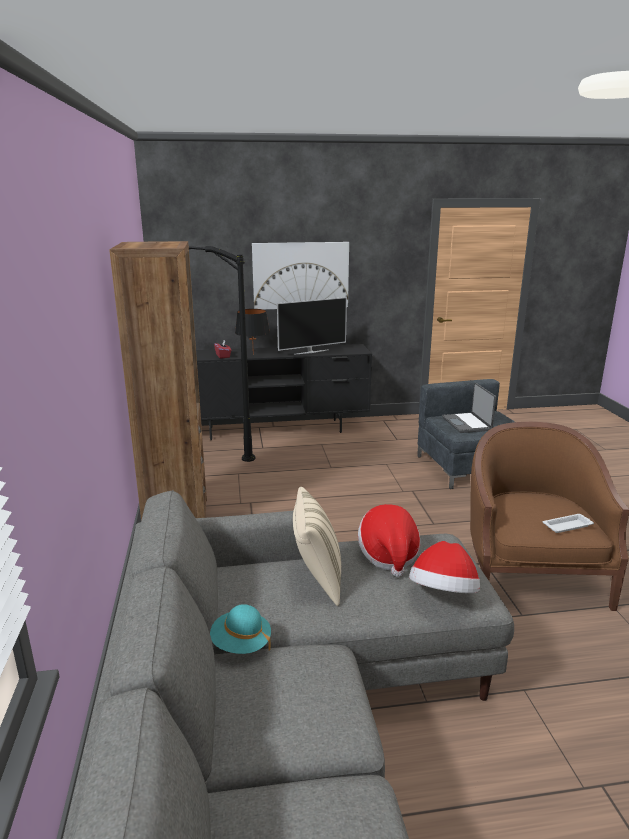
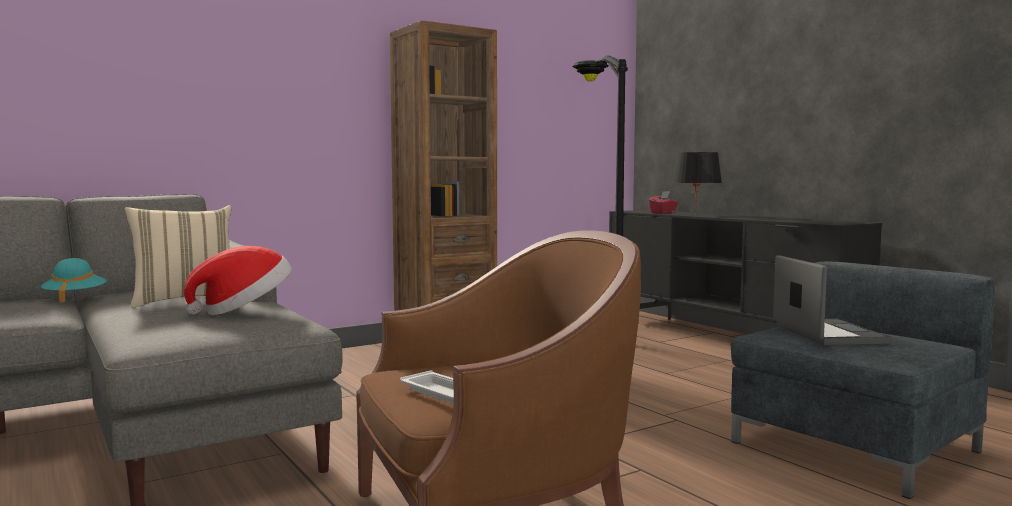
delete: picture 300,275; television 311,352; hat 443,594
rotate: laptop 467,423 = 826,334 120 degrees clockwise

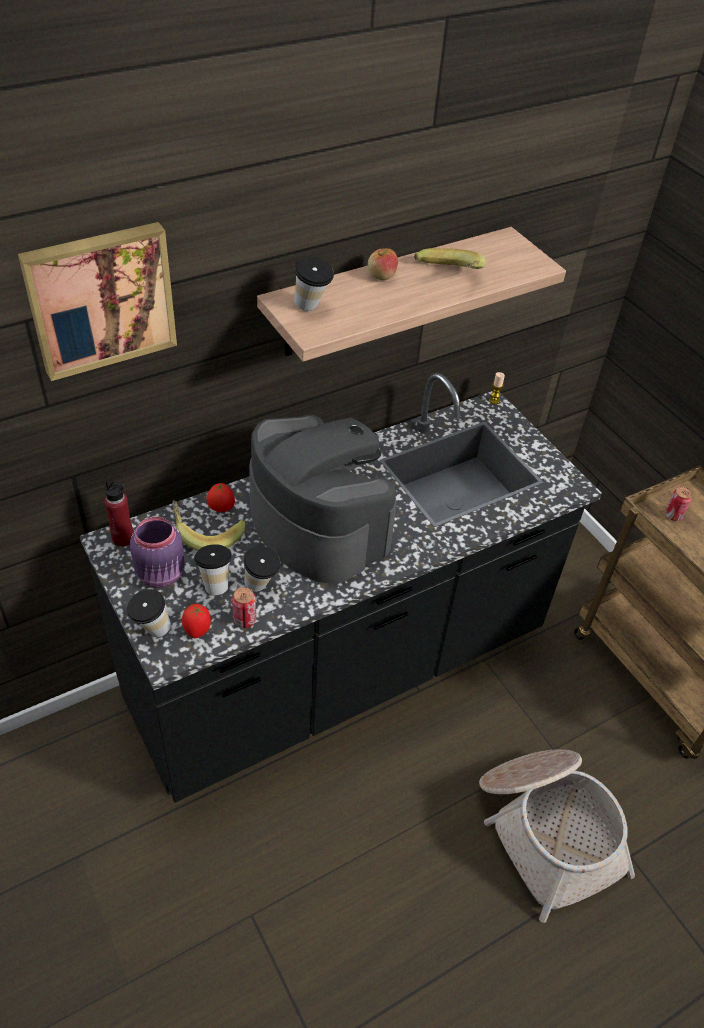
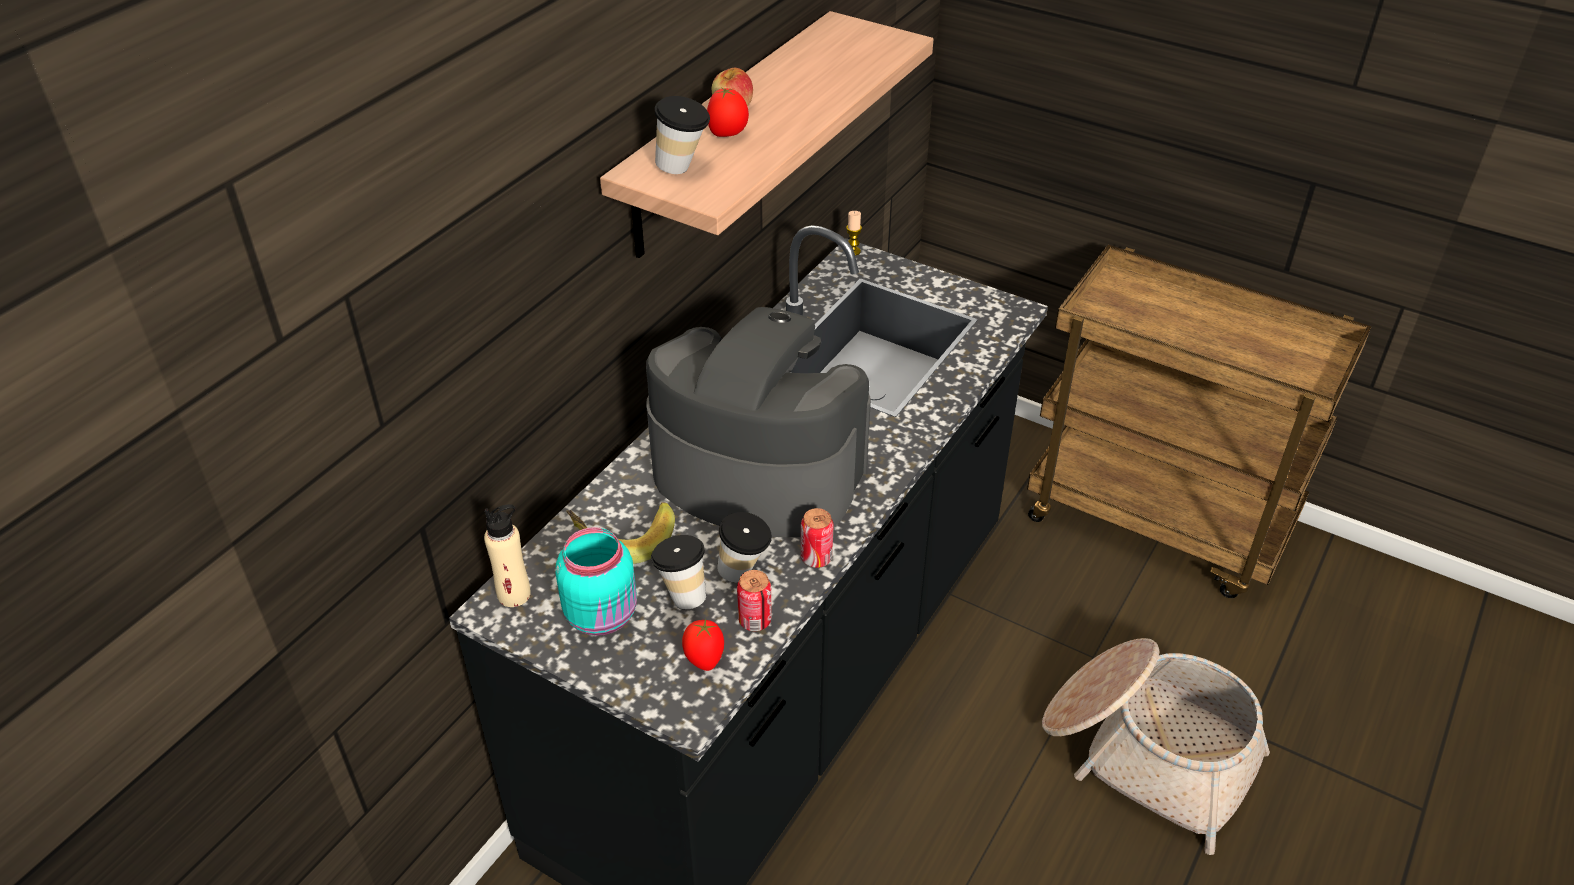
delete: picture 100,298; cup 151,631; banana 447,277
move: tomato 221,509 to 728,134; can 673,515 to 816,558
recolor: red bottle 123,538 to beige bottle 514,594; purple jar 162,575 to turquoise jar 603,615

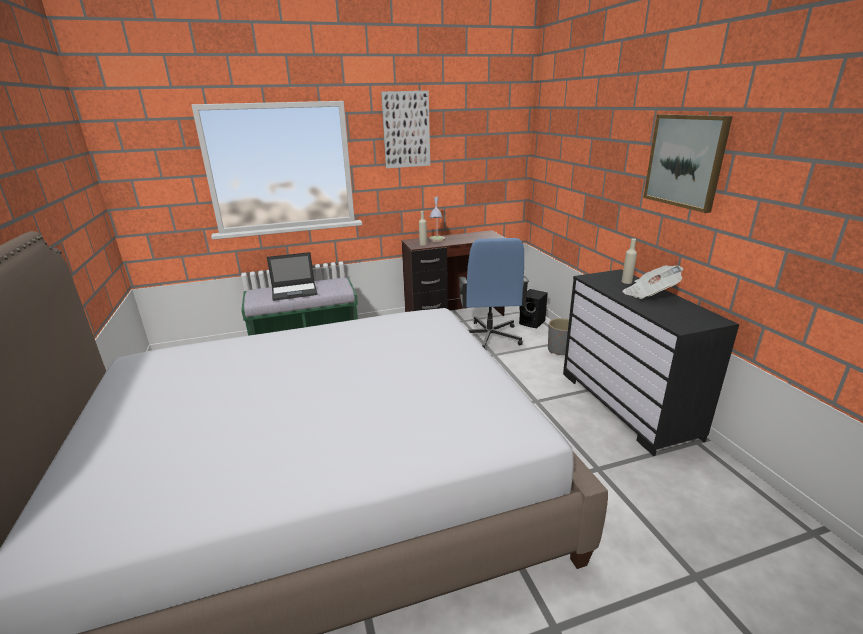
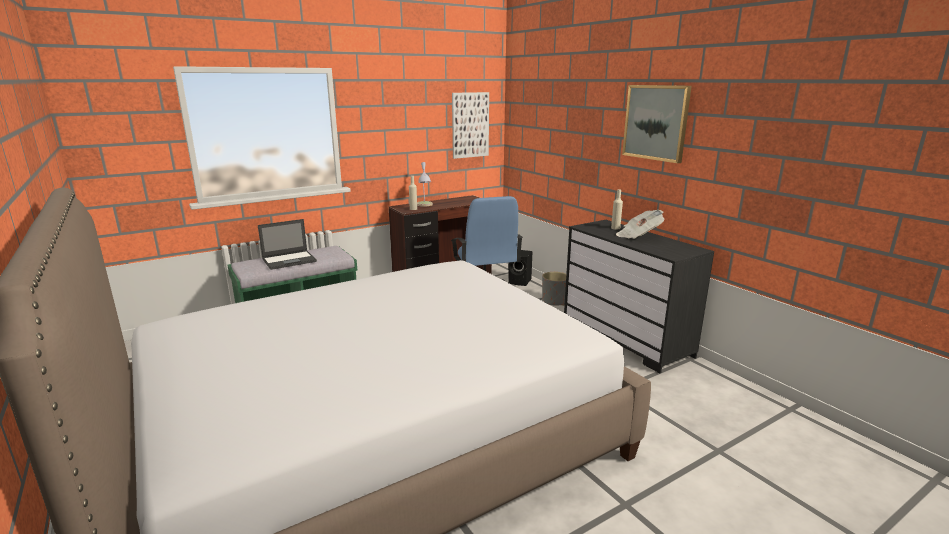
move: picture 406,130 to 470,125

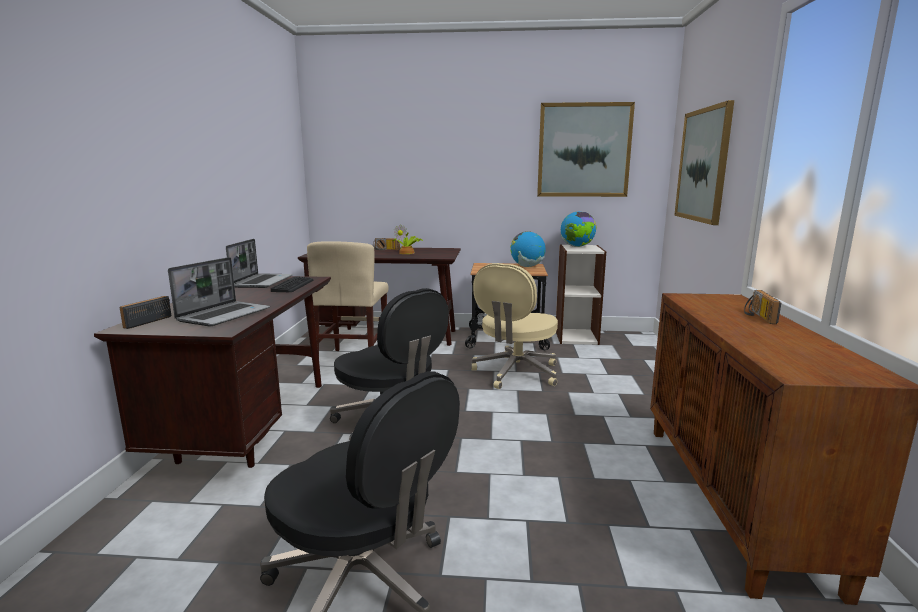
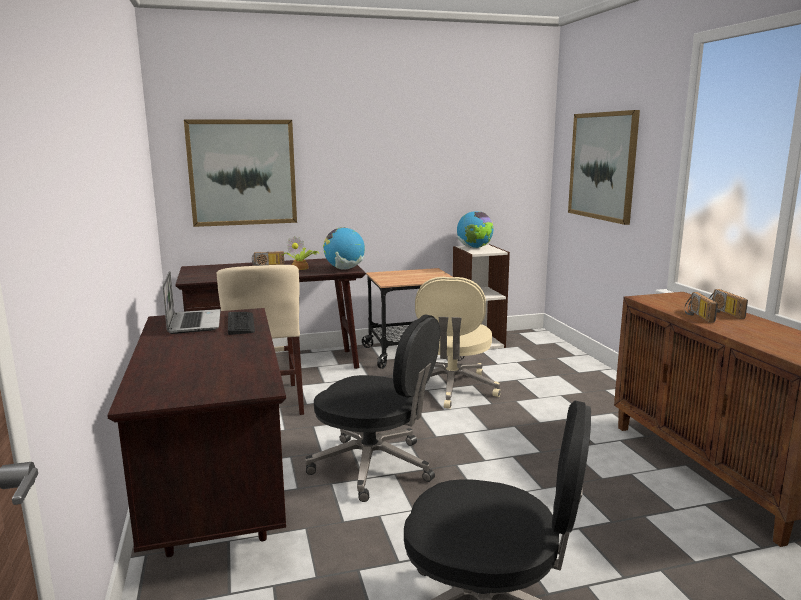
delete: laptop 224,315
move: picture 584,150 to 242,172; globe 527,266 to 344,269; radio 146,321 to 697,316

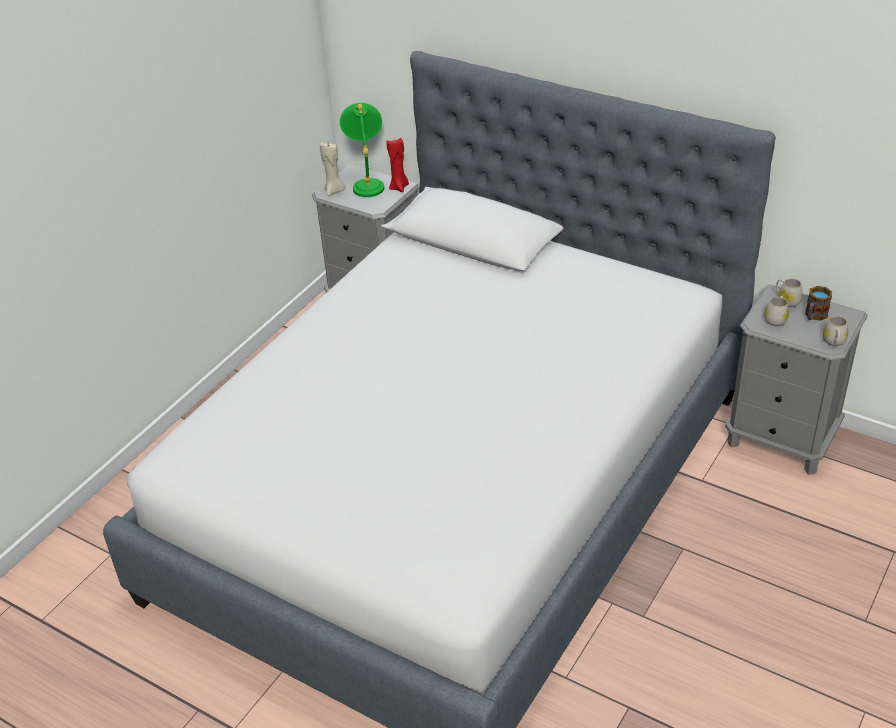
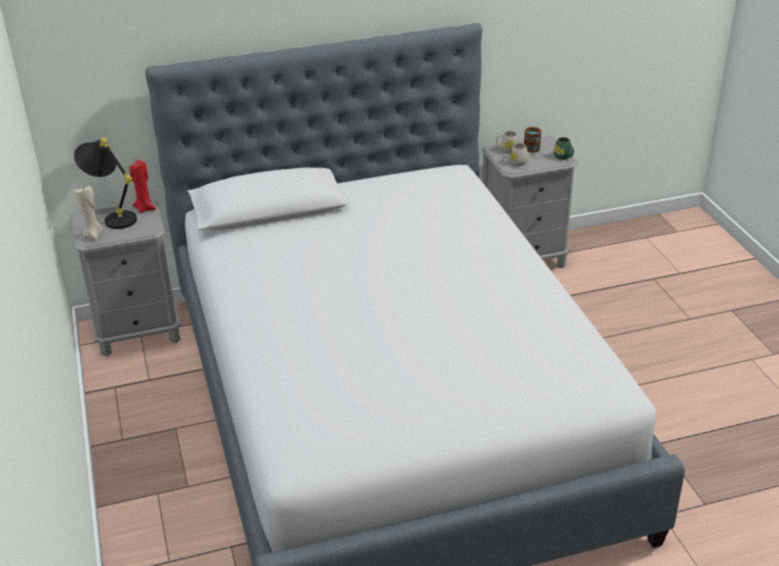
recolor: green table lamp 368,182 to black table lamp 112,217; white mug 834,342 to green mug 564,157

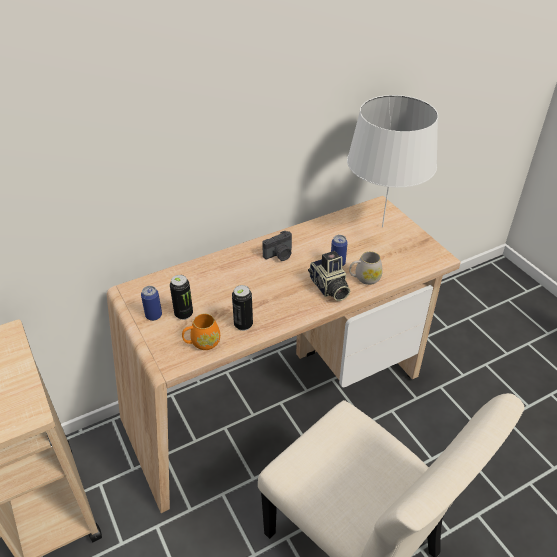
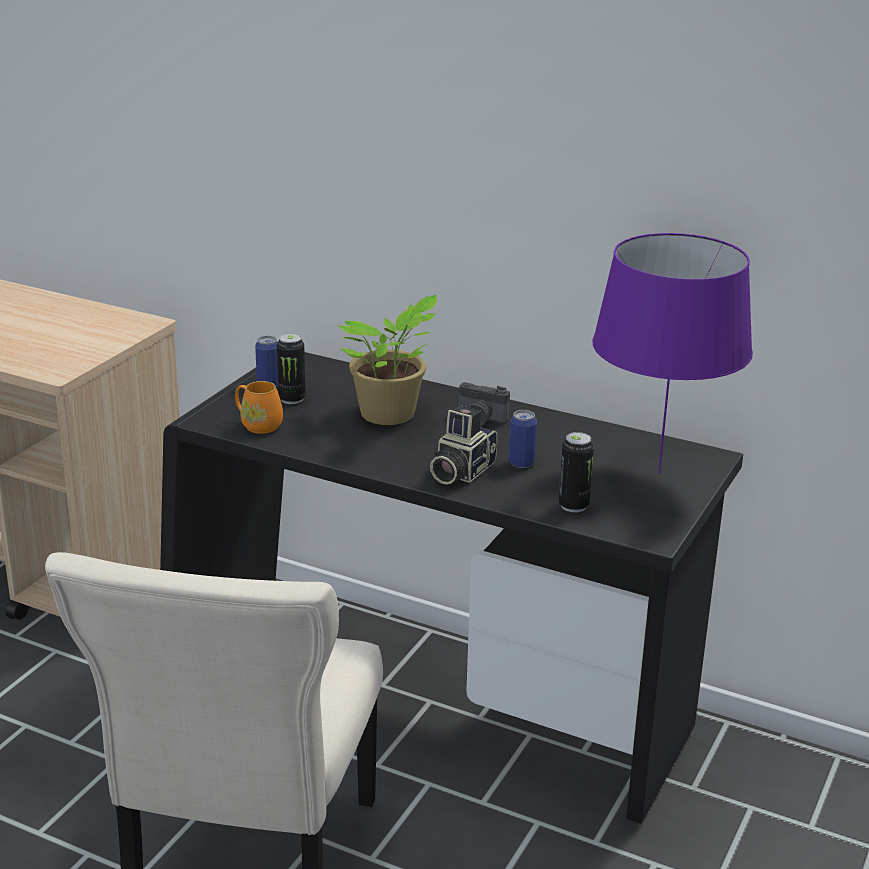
delete: white mug 364,278
insert: potted plant 390,415
move: can 243,325 to 573,506
recolor: beige desk 278,402 to black desk 429,698; white table lamp 382,226 to purple table lamp 658,472

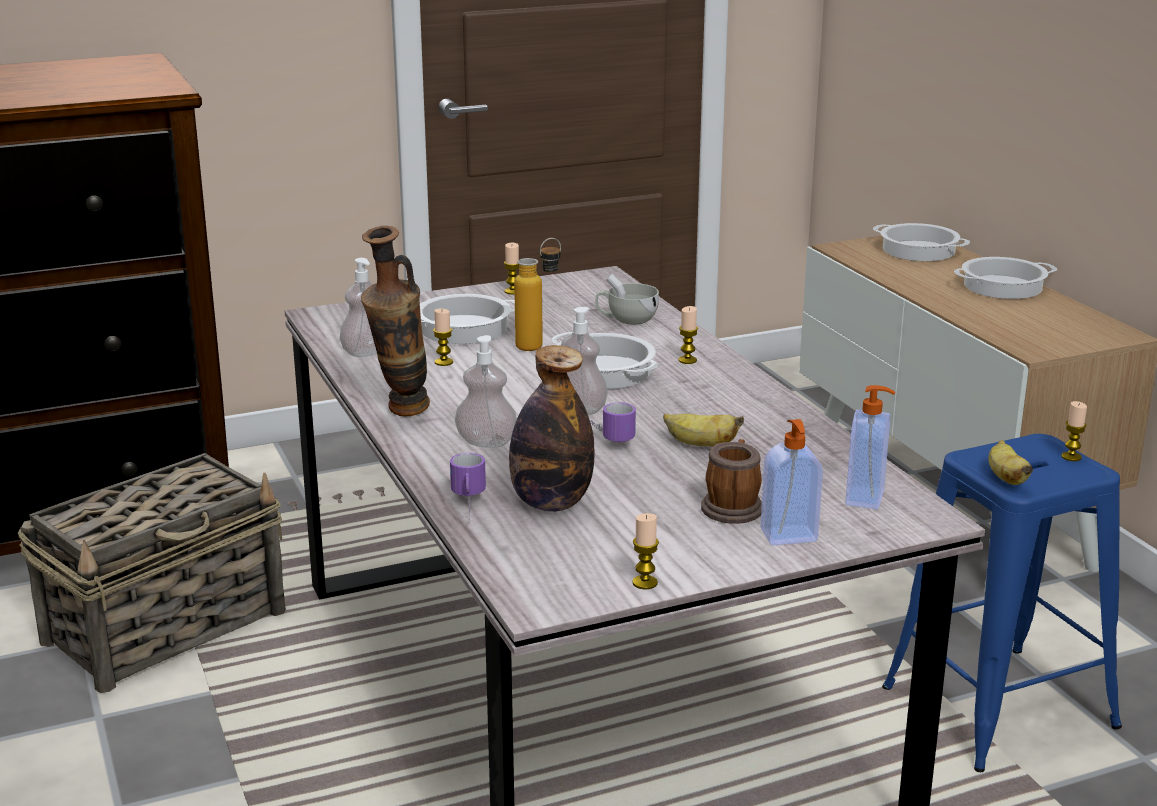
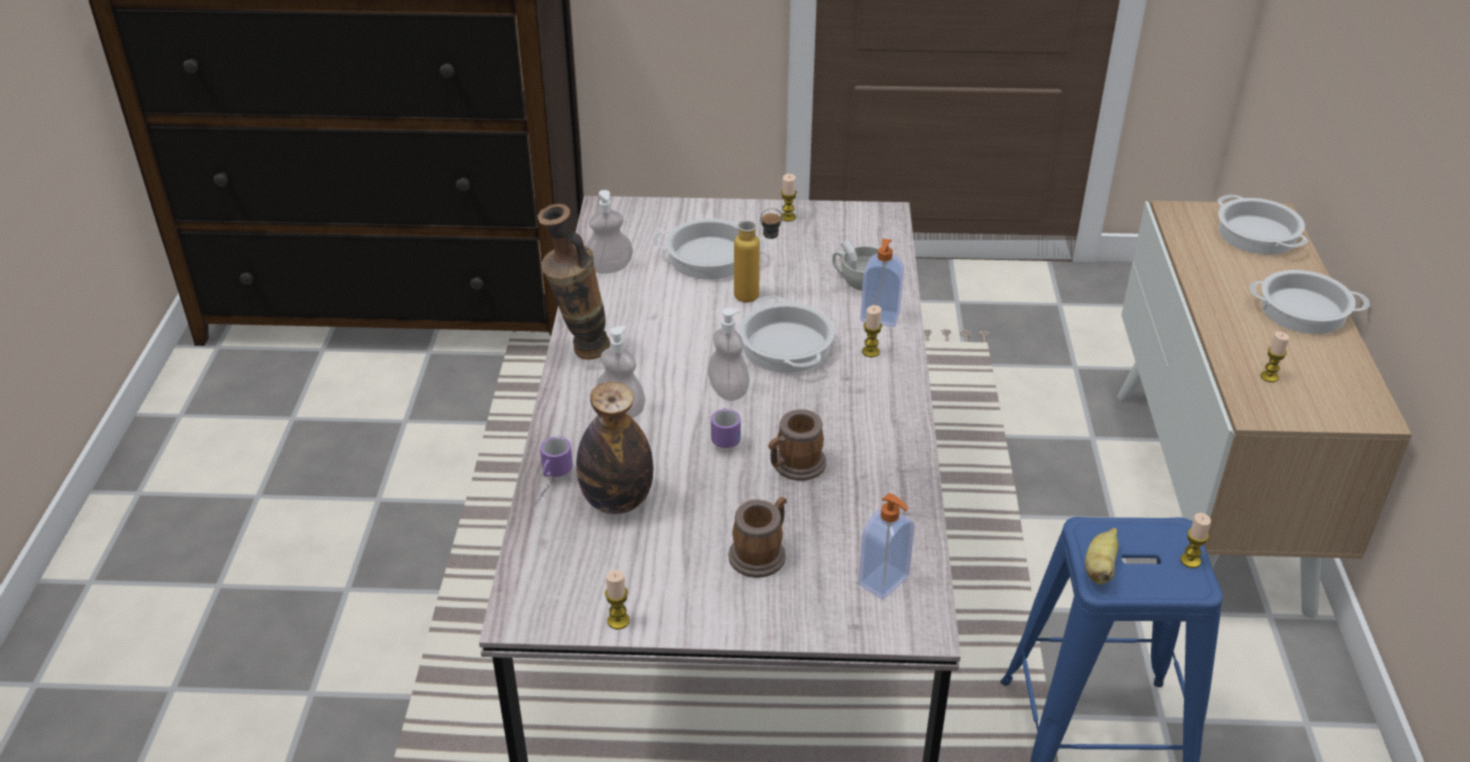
delete: basket 168,626
move: soap dispenser 789,536 to 879,318; candle 443,362 to 1269,377
replace: banana 700,444 to mug 794,466

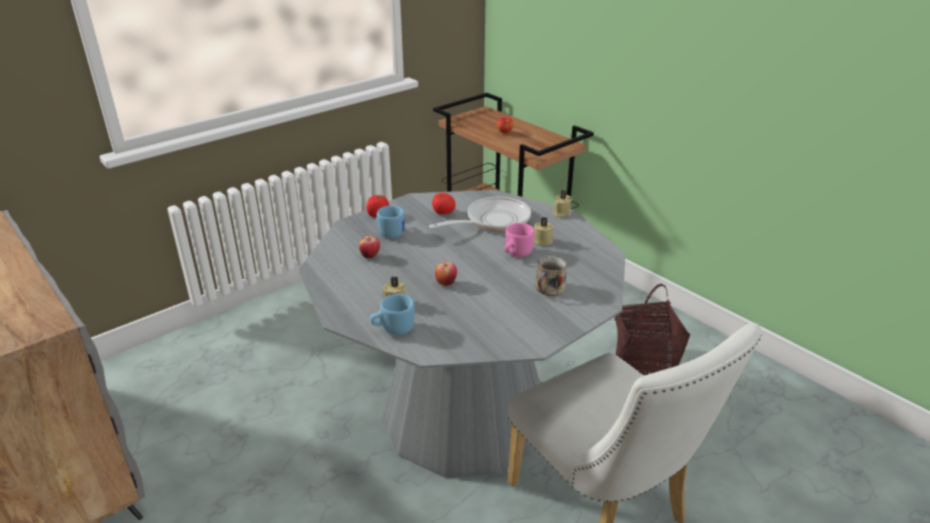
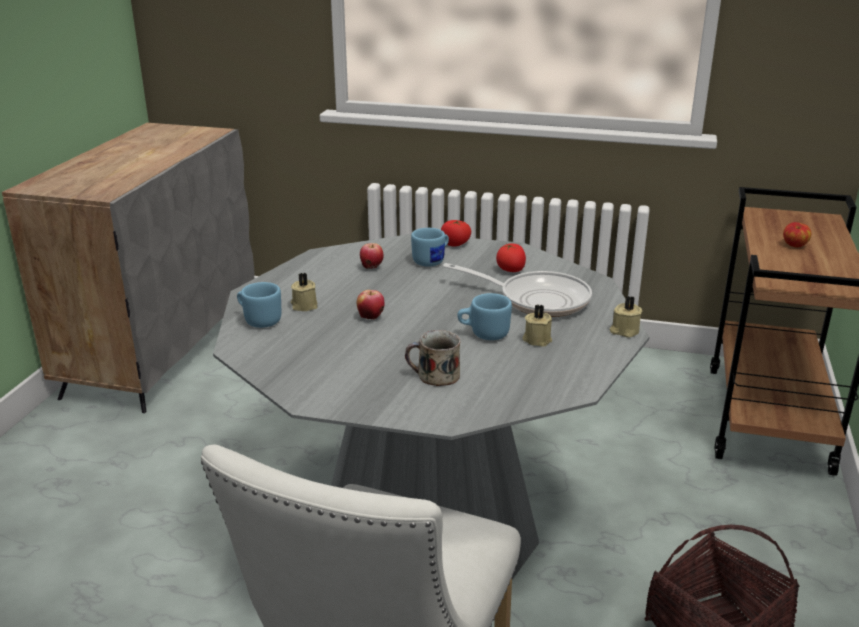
recolor: pink mug 516,254 to blue mug 483,334

